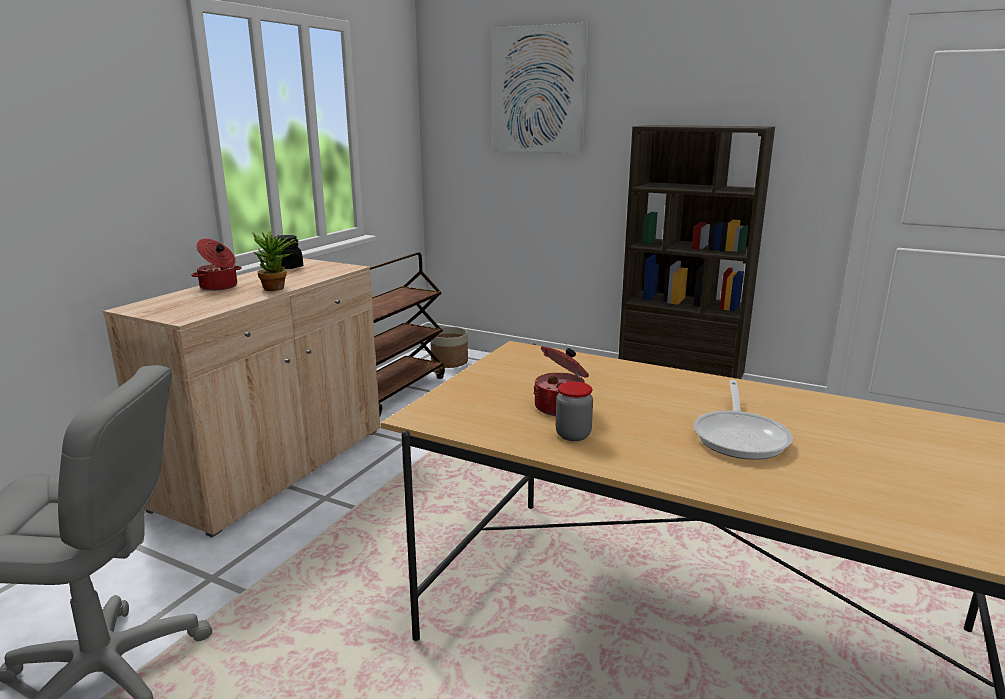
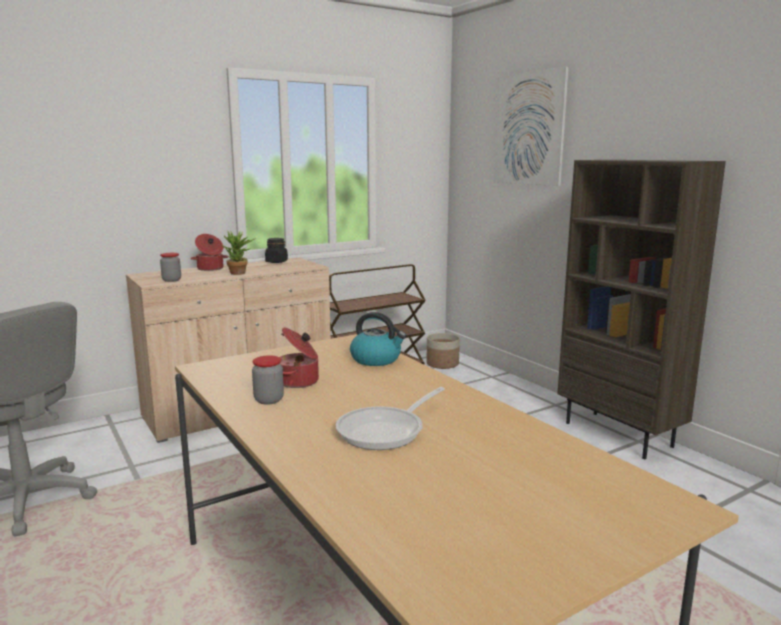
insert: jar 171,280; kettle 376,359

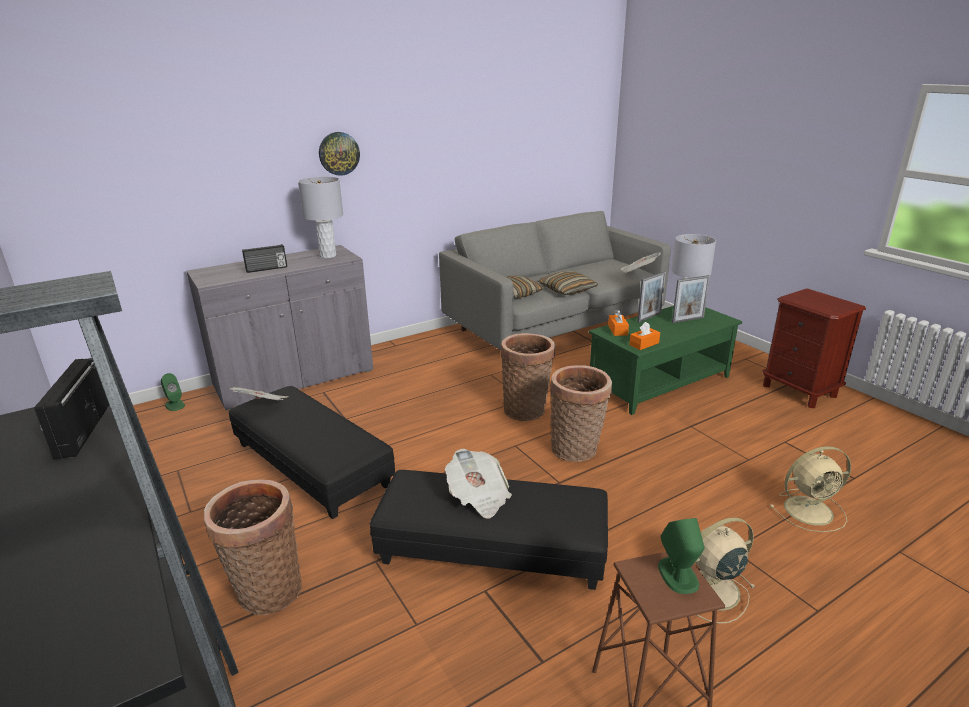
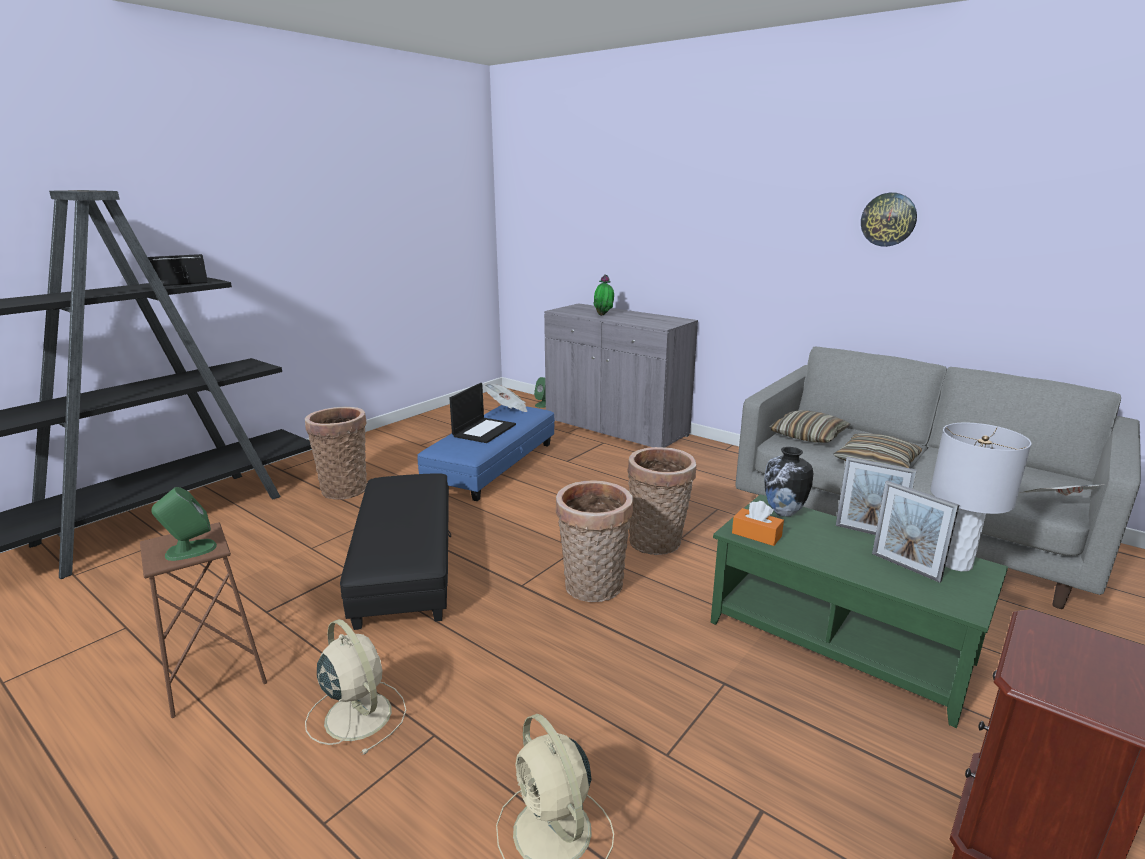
delete: grey table lamp 328,256; newspaper 478,497
insert: laptop 484,430
move: wall clock 339,153 to 888,219
replace: radio 266,269 to potted plant 603,315; orange tissue box 617,330 to vase 783,512
recolor: black ottoman 311,464 to blue ottoman 492,465

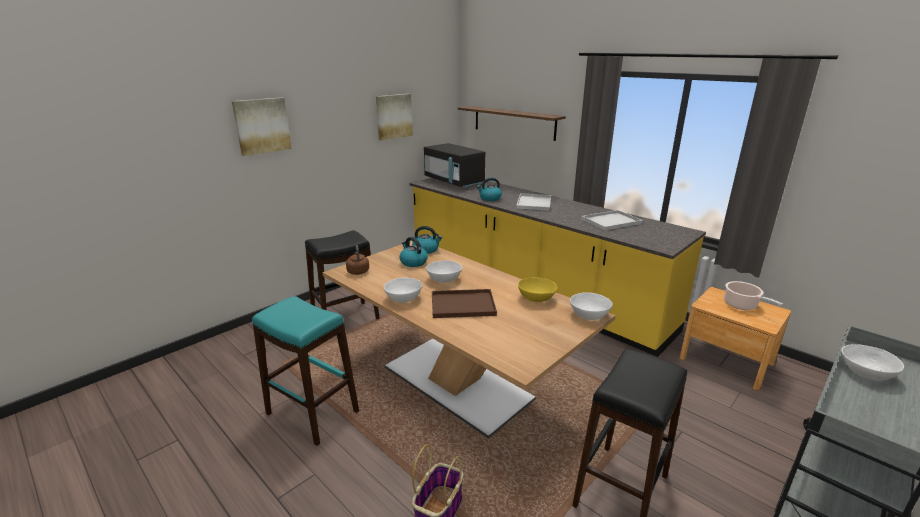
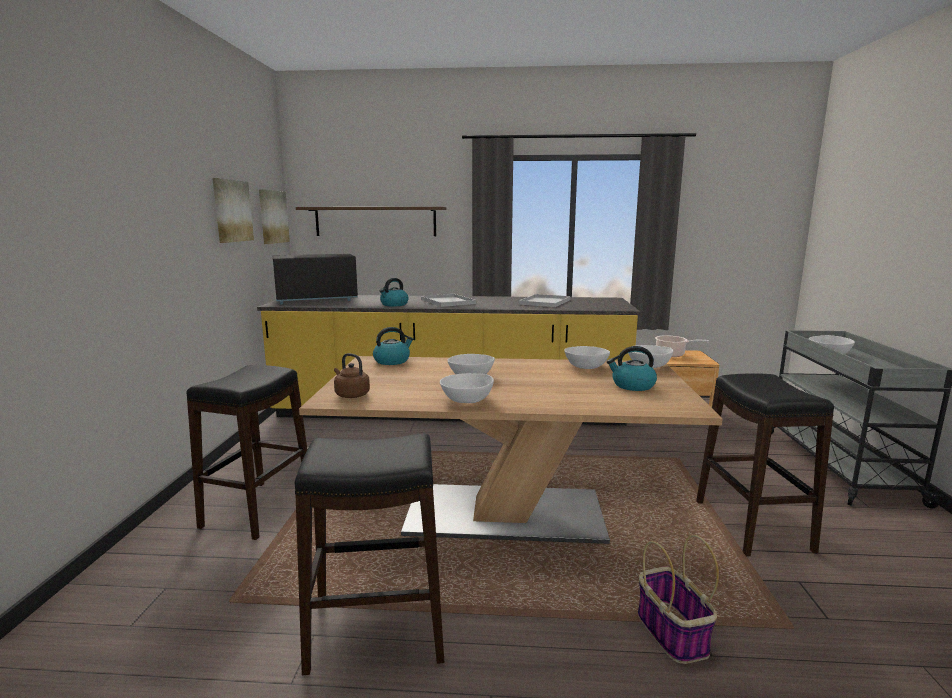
delete: brown tray 461,305
move: picture 262,126 to 272,217; kettle 413,262 to 632,385
recolor: turquoise stool 312,413 to black stool 376,632; yellow bowl 536,298 to white bowl 585,366
rotate: black microwave 454,182 = 316,299 150 degrees clockwise

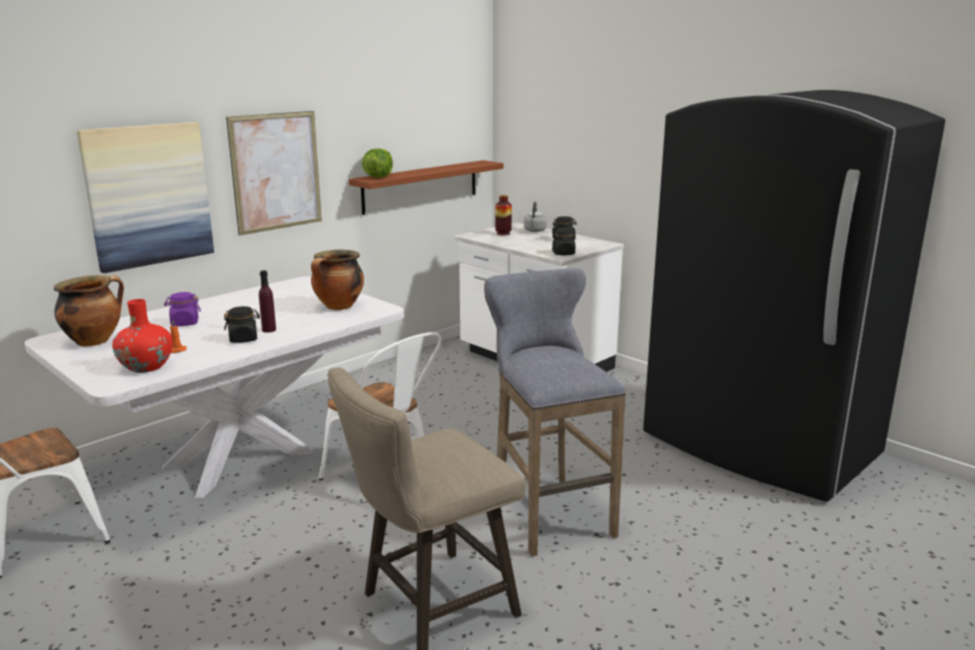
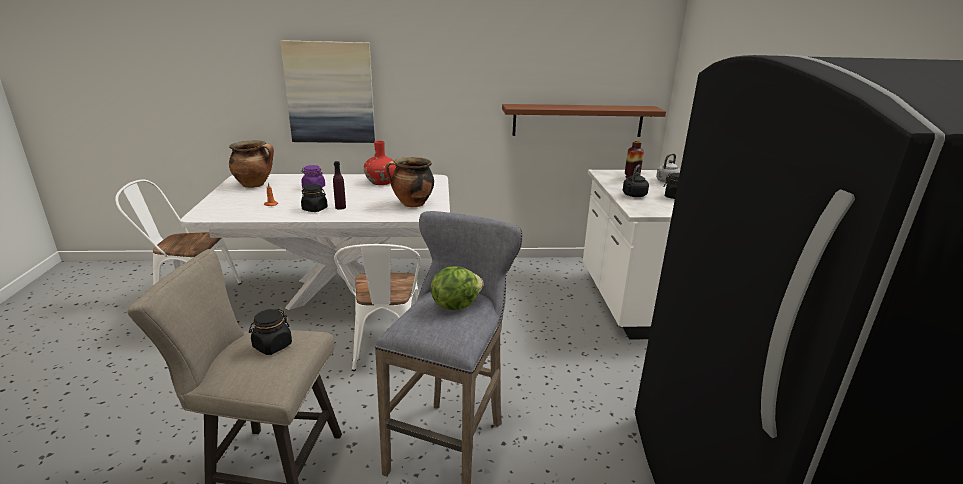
delete: picture 276,172
insert: black kettle 633,195
move: black jar 563,254 to 272,346; red vase 146,366 to 381,182; lettuce 378,177 to 455,305

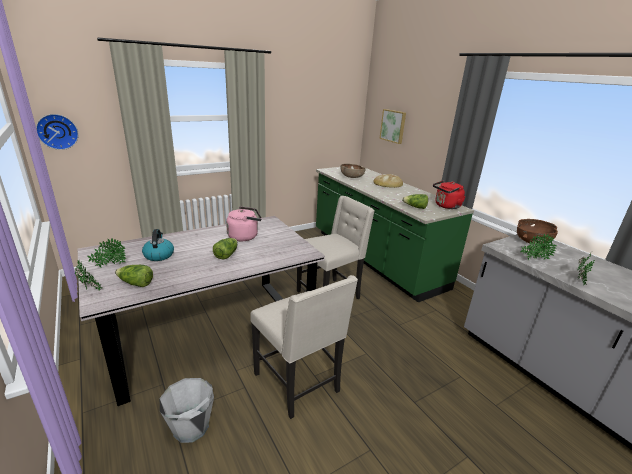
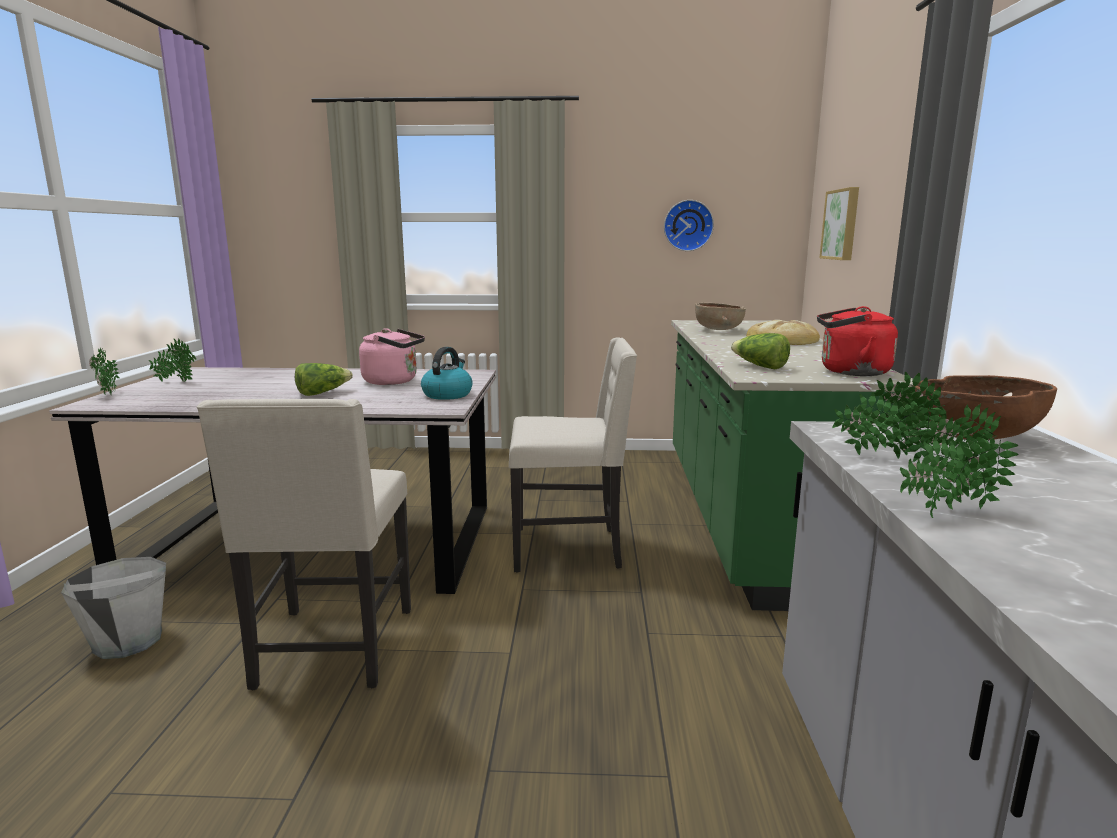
delete: lettuce 136,283
move: kettle 159,255 to 447,394; wall clock 57,131 to 688,225

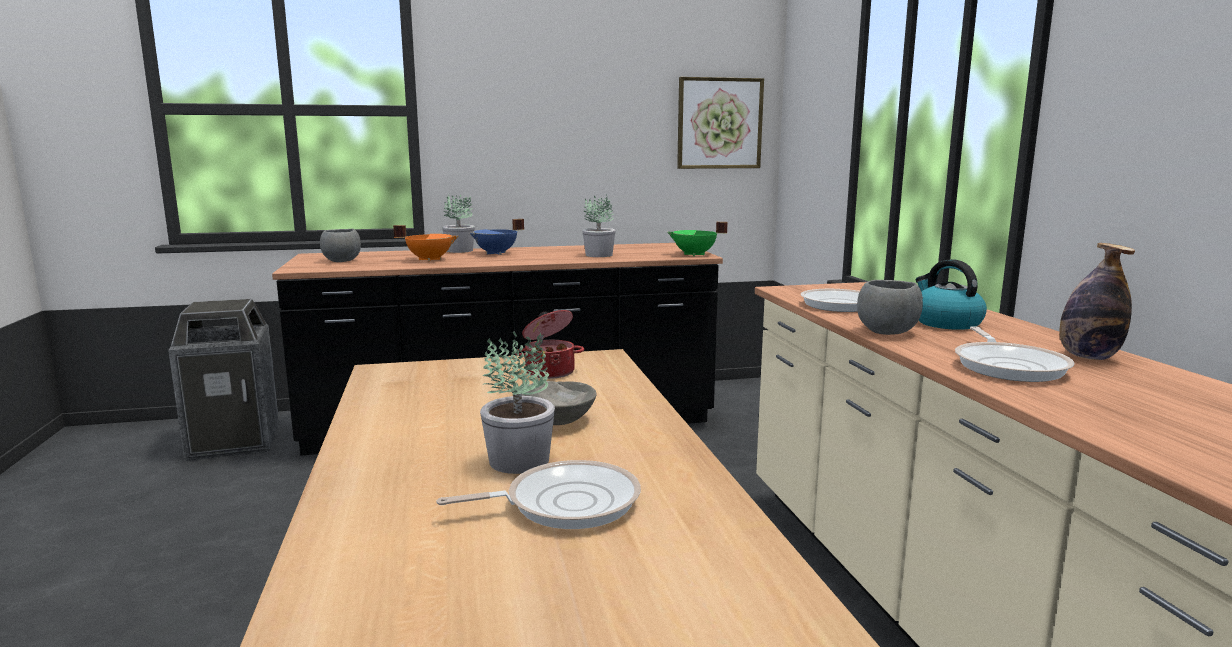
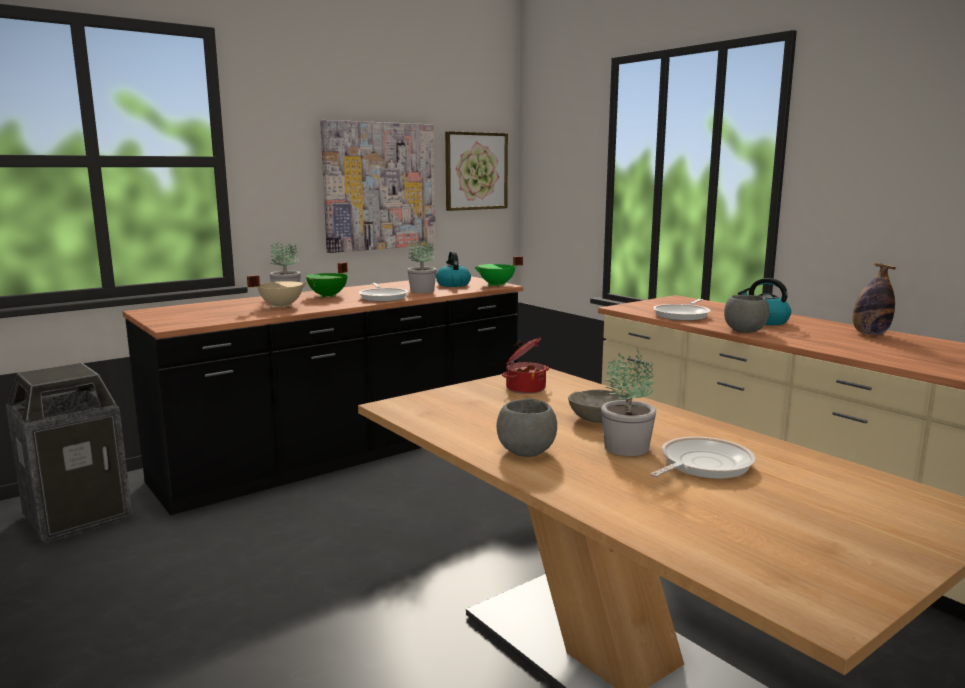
insert: picture 379,186; kettle 453,284
move: frying pan 1009,366 to 383,297; grey bowl 341,261 to 525,452
recolor: orange cooking pot 429,259 to beige cooking pot 281,306; blue cooking pot 496,253 to green cooking pot 328,296

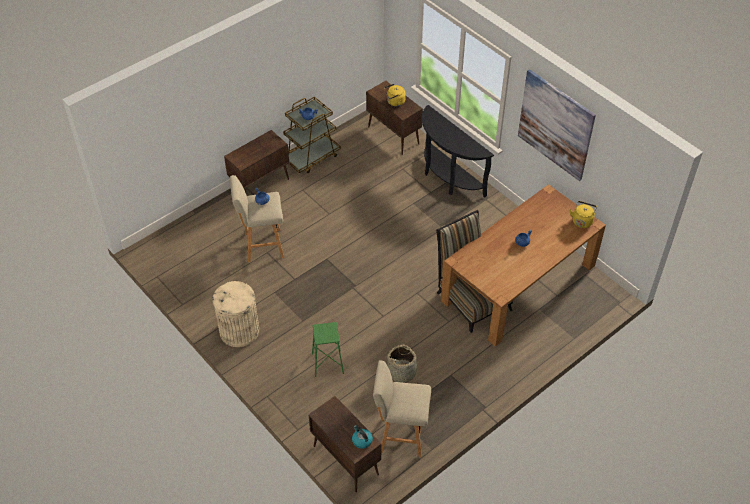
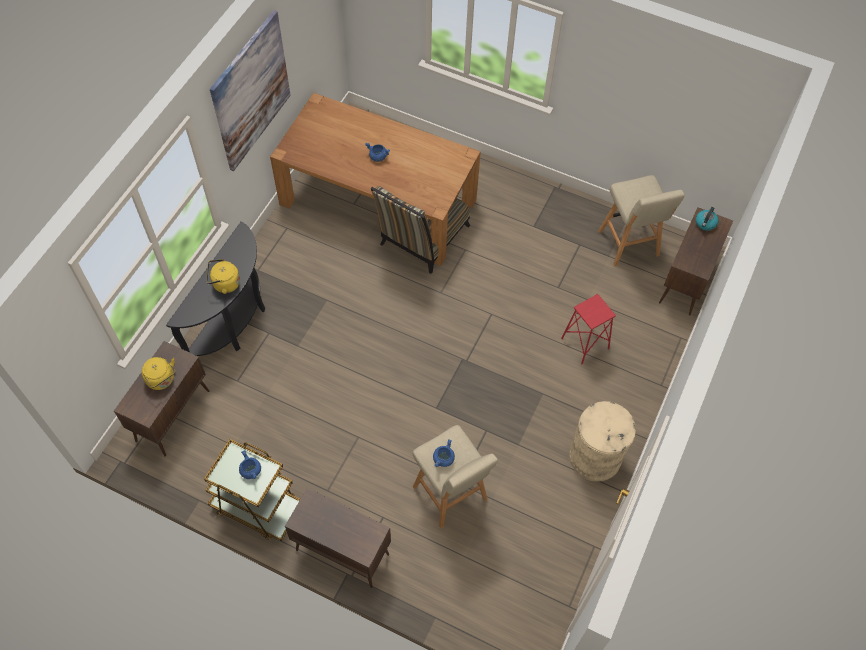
delete: basket 402,372
move: yellow kettle 582,221 to 224,284
recolor: green stool 327,363 to red stool 585,343

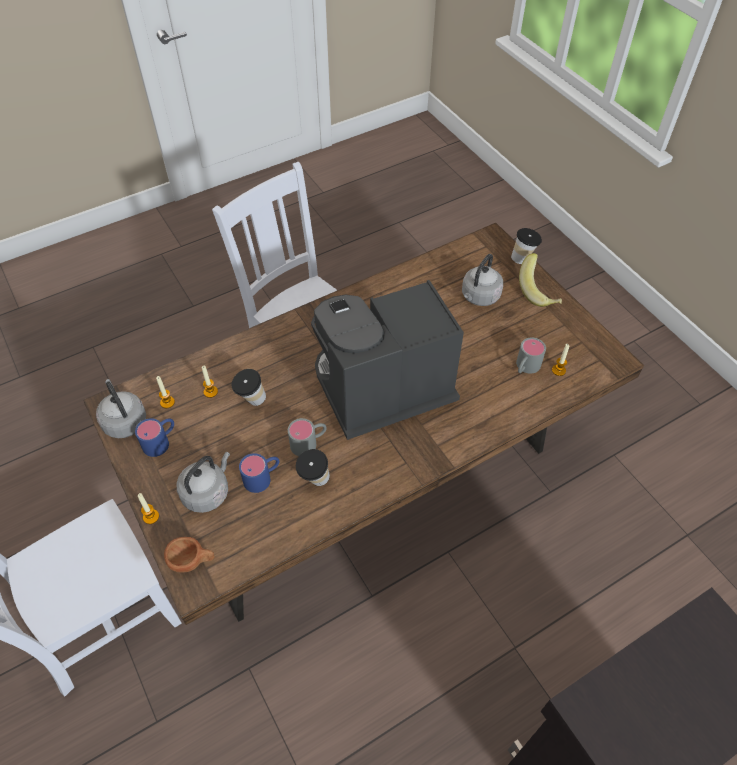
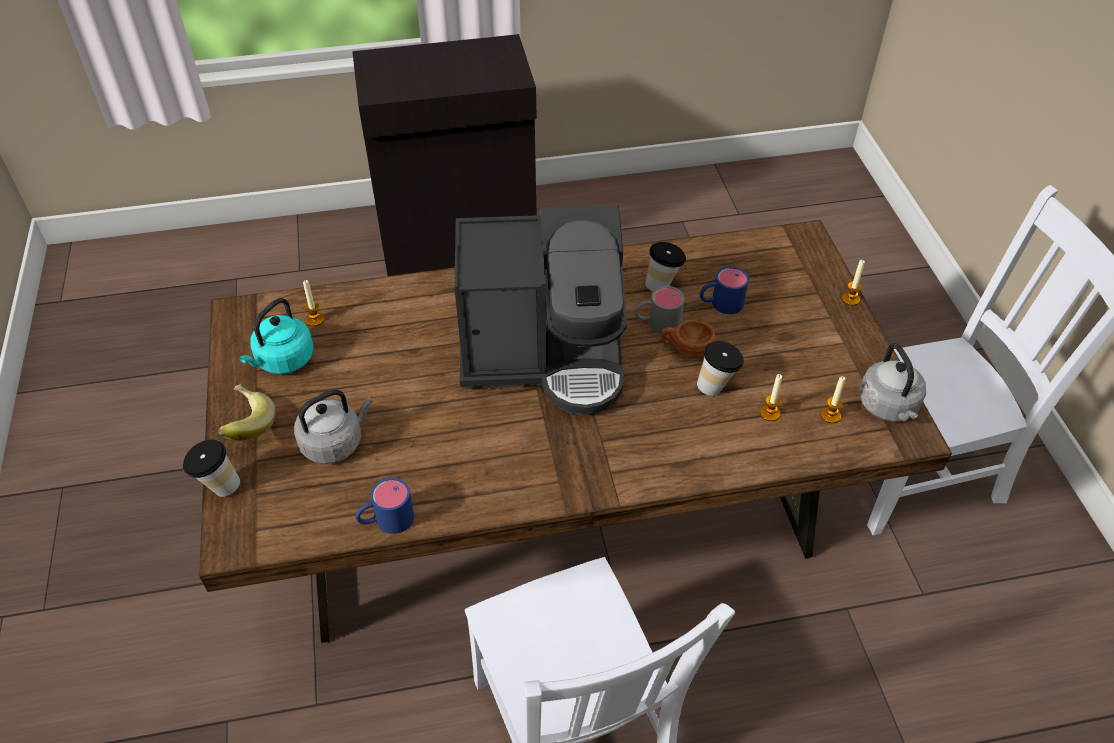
delete: grey kettle 207,492; grey mug 525,367
insert: turquoise kettle 283,361
move: blue mug 161,441 to 386,520; brown cup 192,561 to 686,350

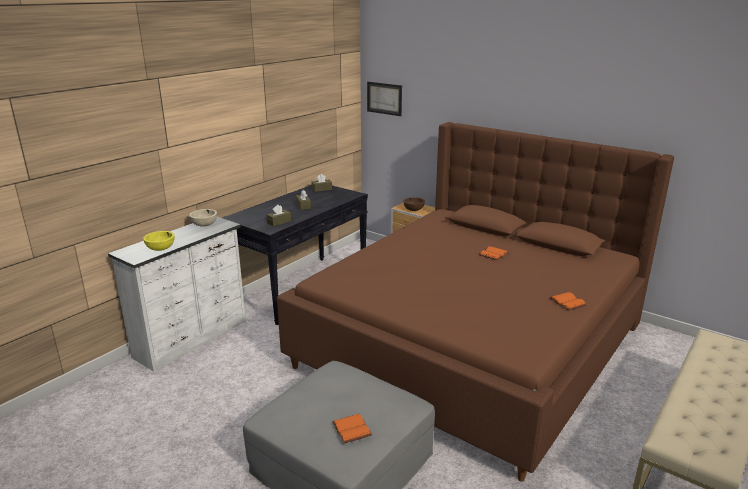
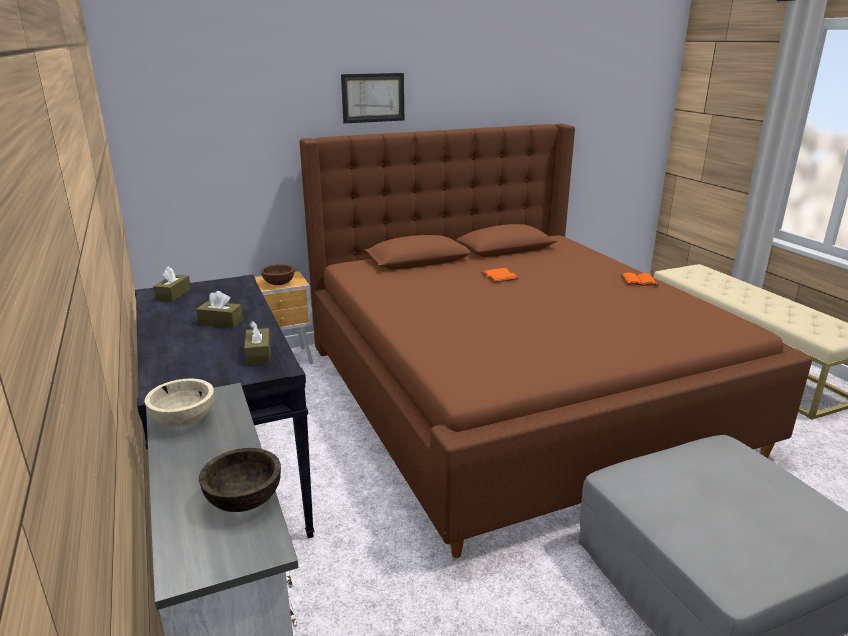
delete: orange book 350,429
move: picture 384,98 to 373,97
recolor: yellow bowl 160,249 to brown bowl 245,500

